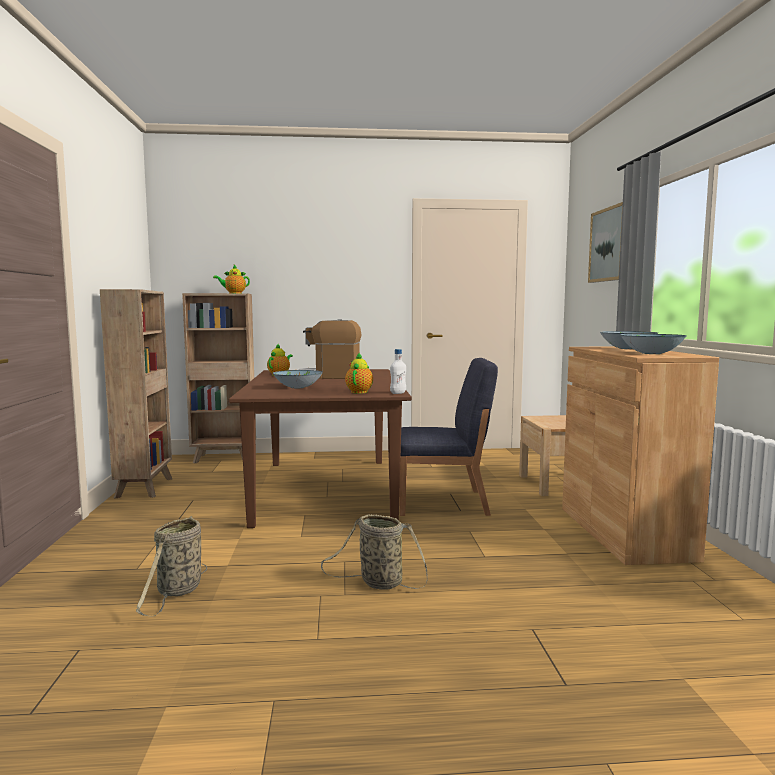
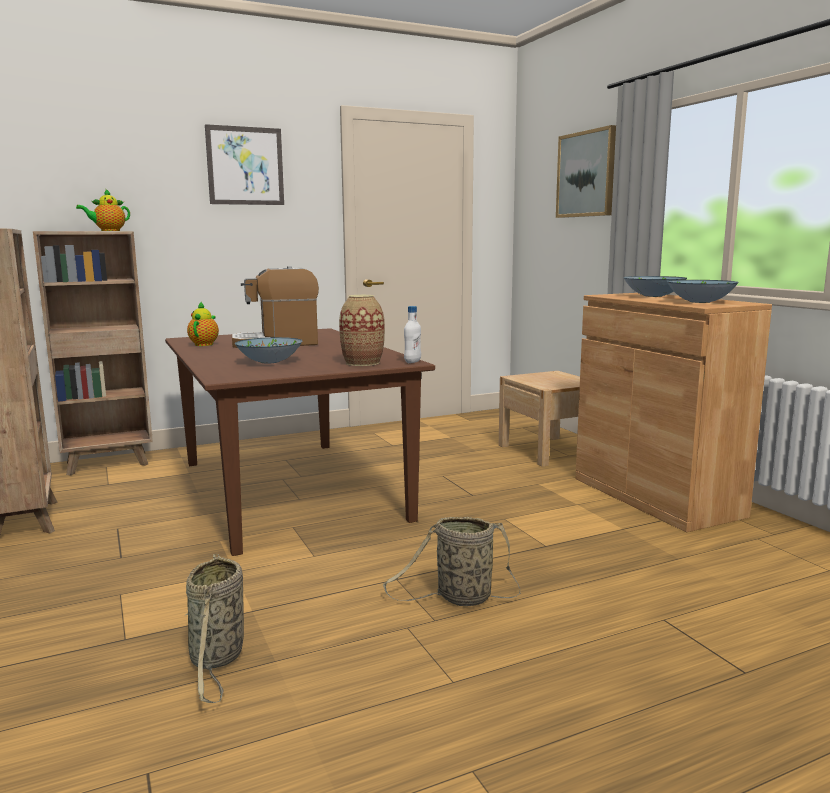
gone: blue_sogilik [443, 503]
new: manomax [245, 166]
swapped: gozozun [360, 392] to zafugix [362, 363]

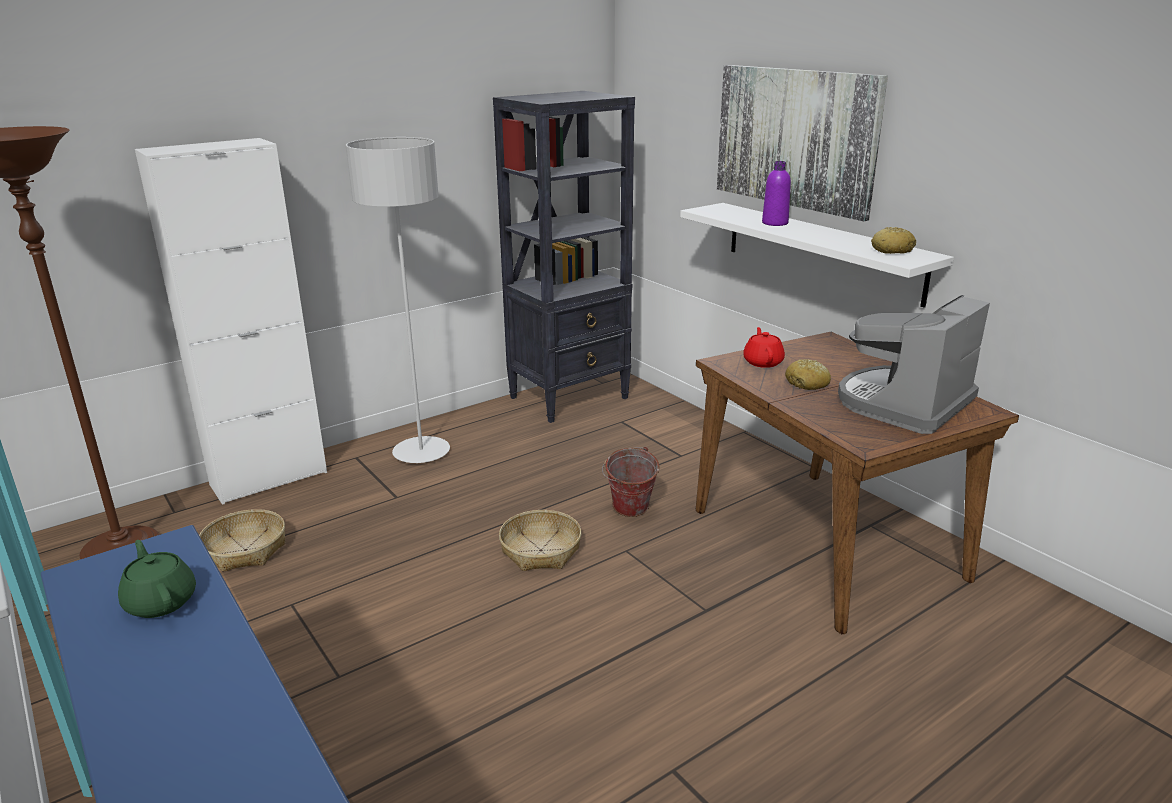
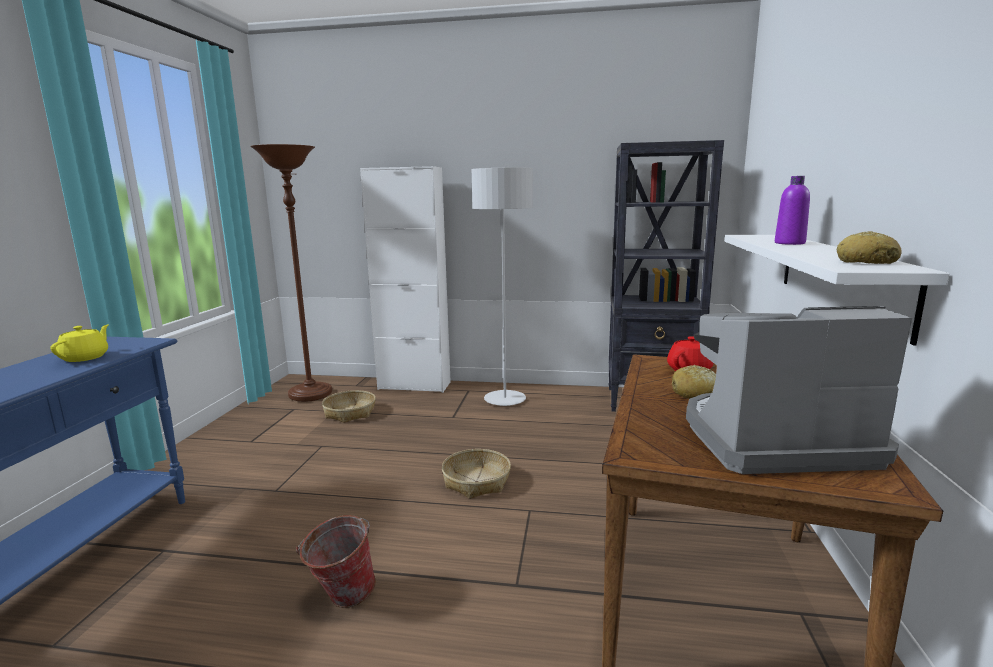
gone: manomax [795, 138]
shifted: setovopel [629, 512] to [341, 597]
repainted: green_gozozun [161, 601] to yellow_gozozun [85, 357]

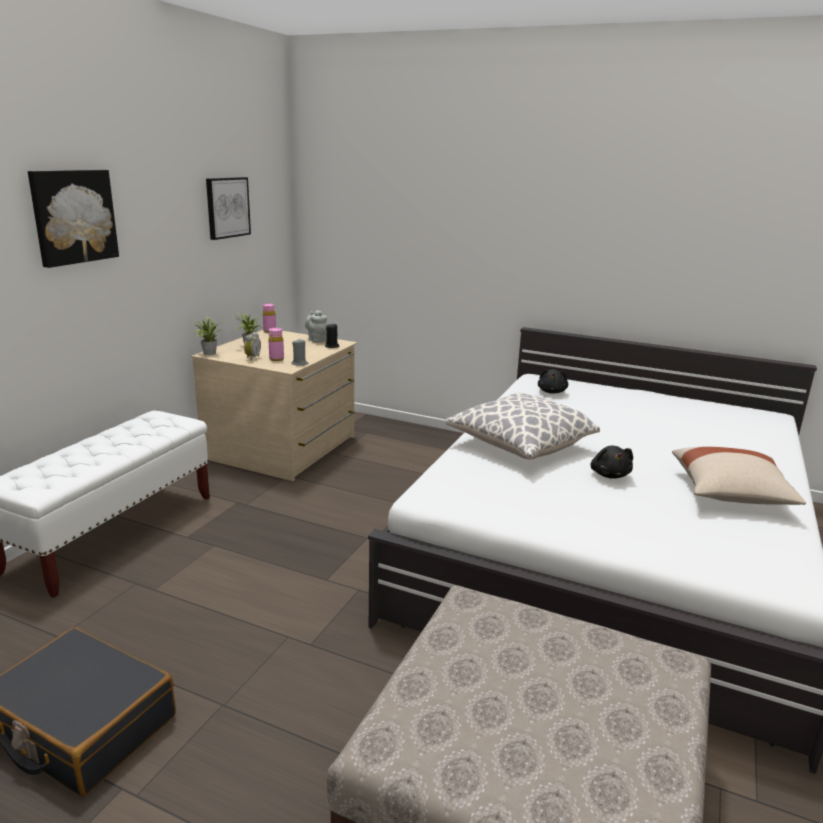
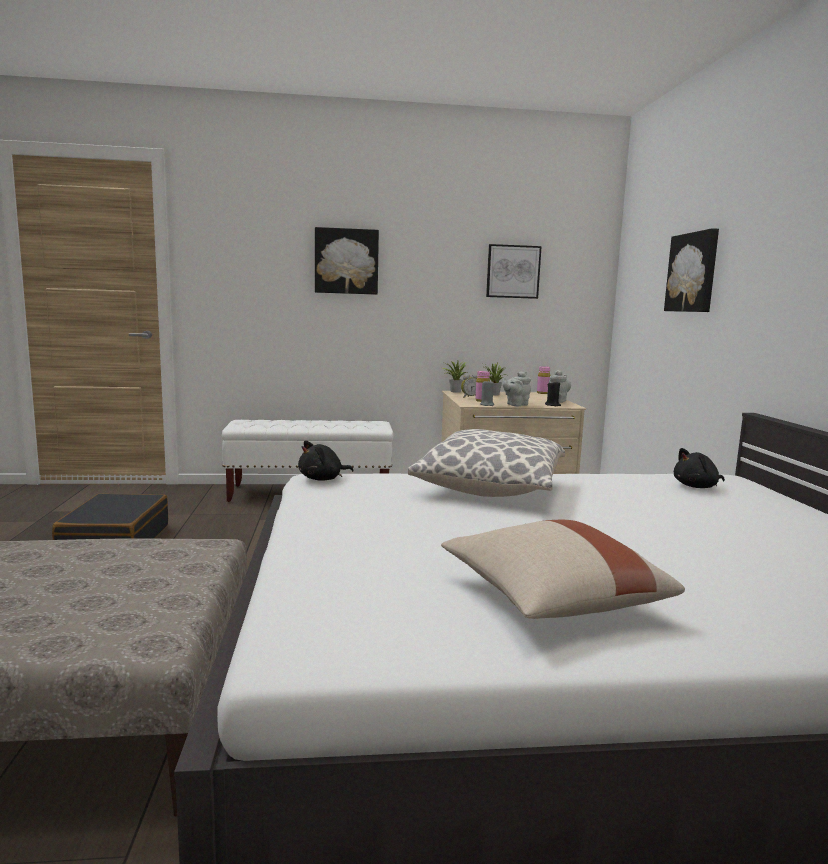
new: grey_gozozun [516, 405]; manomax [693, 272]
shifted: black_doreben [609, 474] to [323, 479]

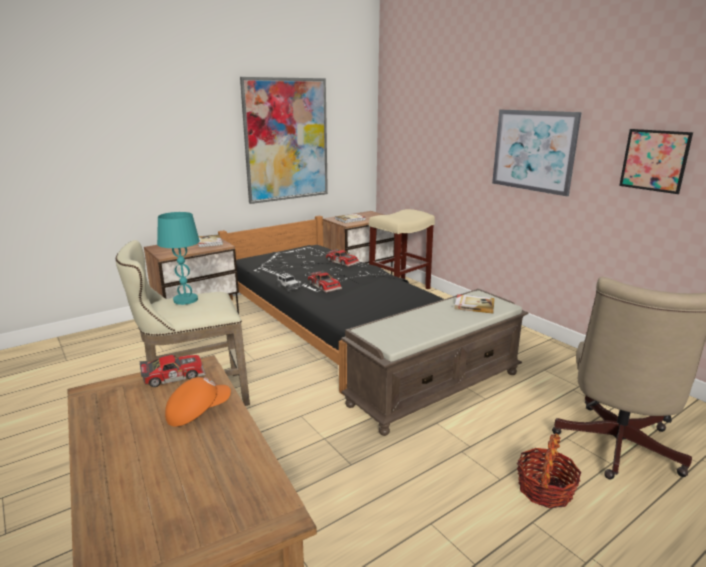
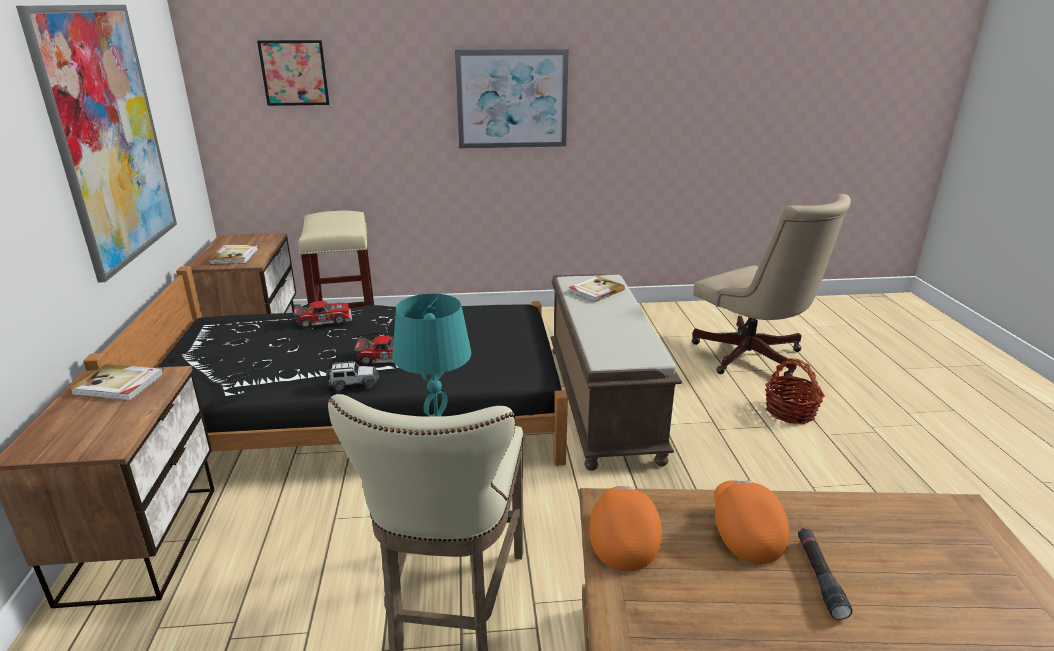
new: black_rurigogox [819, 577]
shifted: manomax [654, 160] to [294, 73]
swapped: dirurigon [173, 375] to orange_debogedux [622, 538]

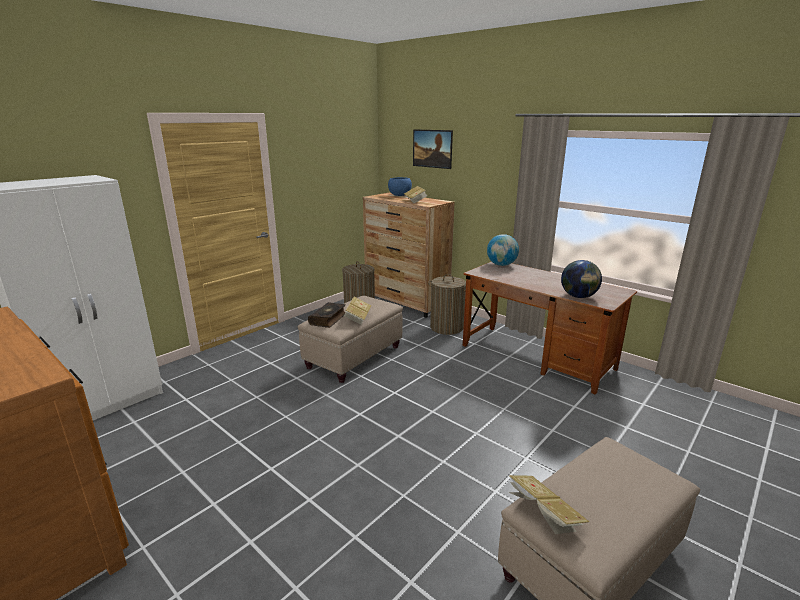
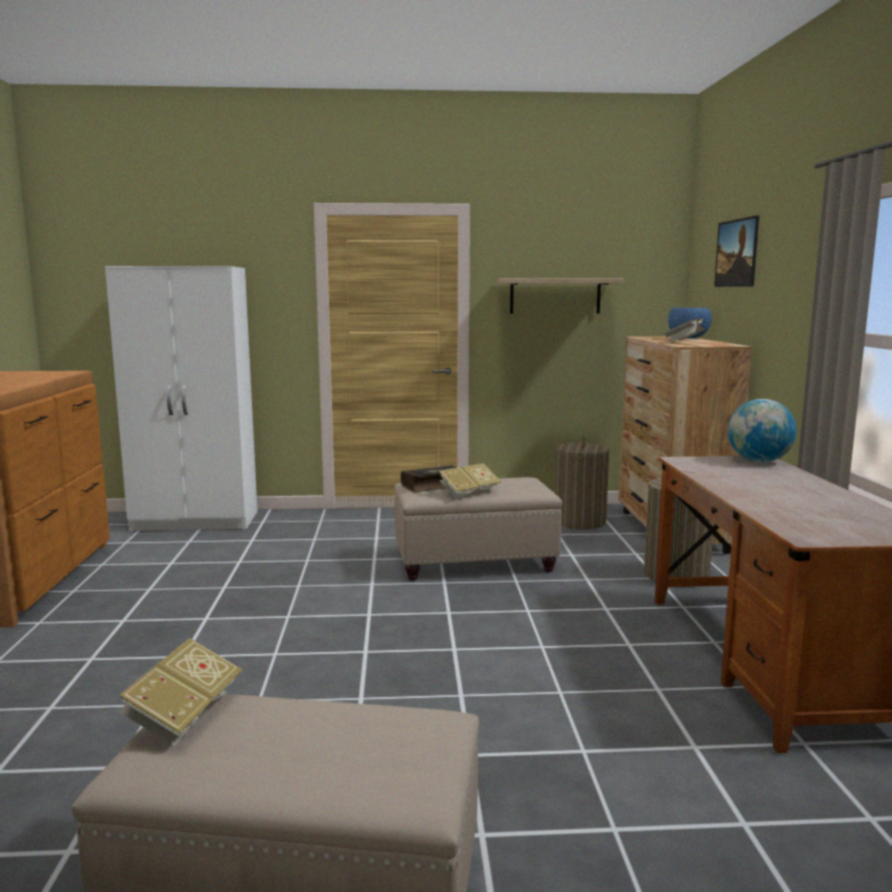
gone: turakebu [578, 296]
new: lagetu [555, 296]

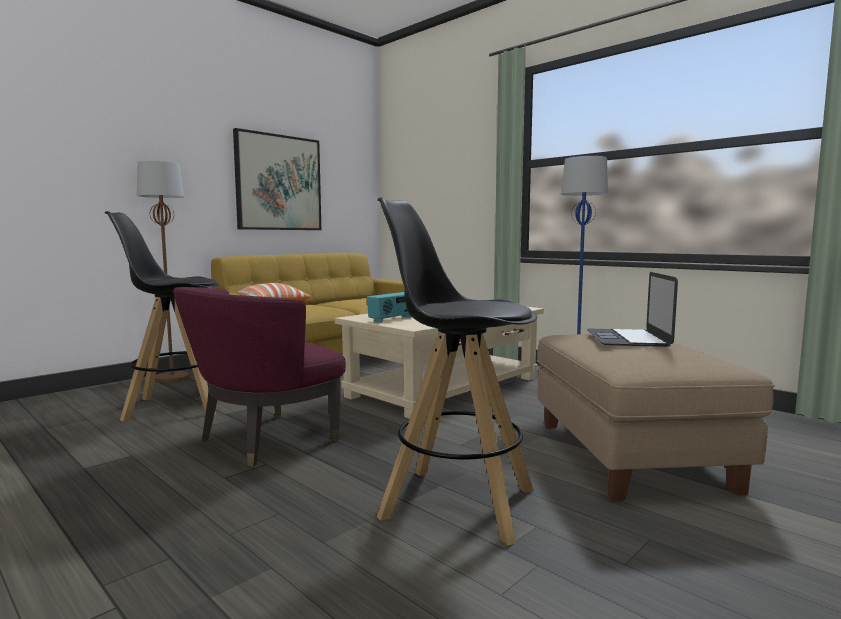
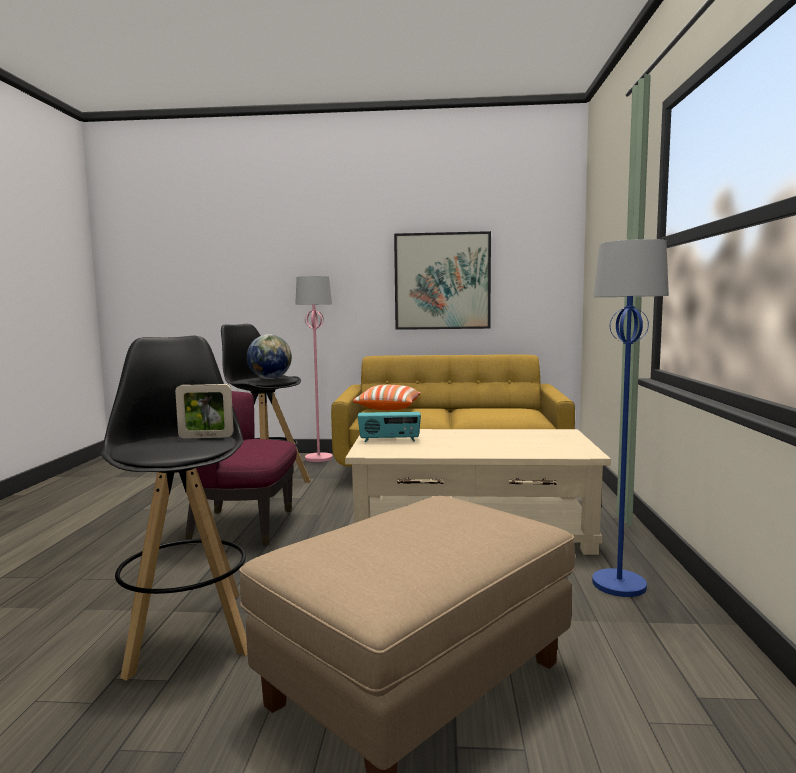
gone: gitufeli [627, 338]
new: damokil [206, 437]; turakebu [270, 378]
repainted: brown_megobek [172, 378] to pink_megobek [319, 458]

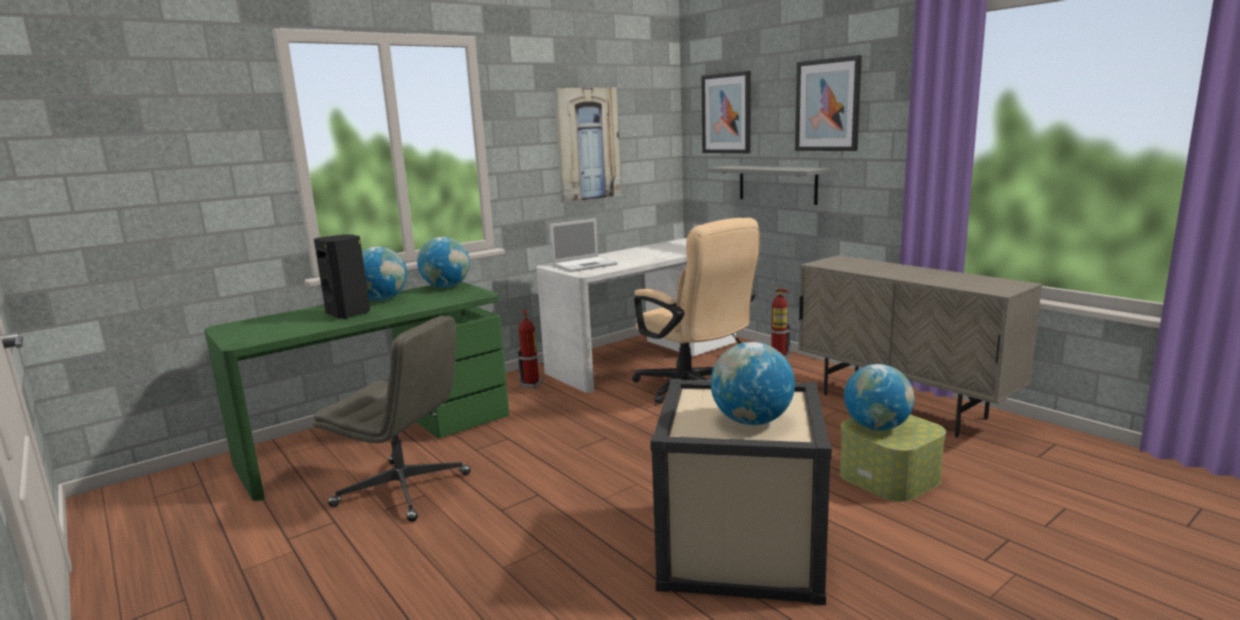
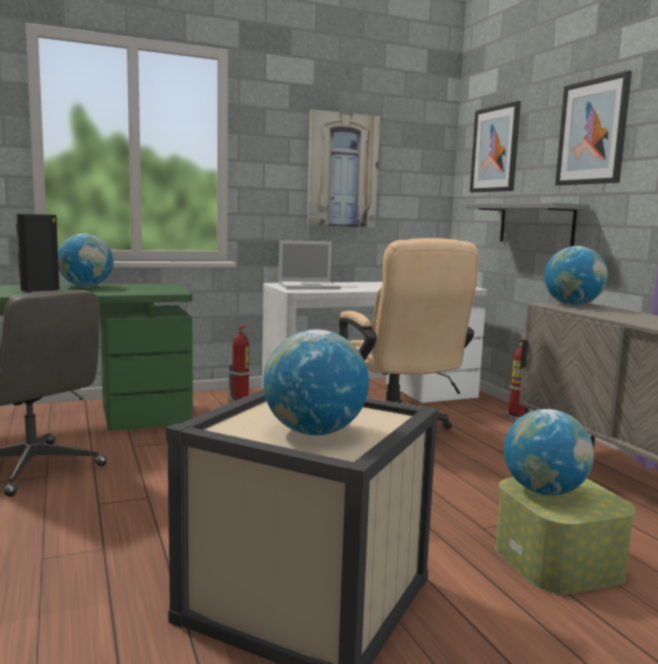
shifted: turakebu [446, 287] to [572, 305]

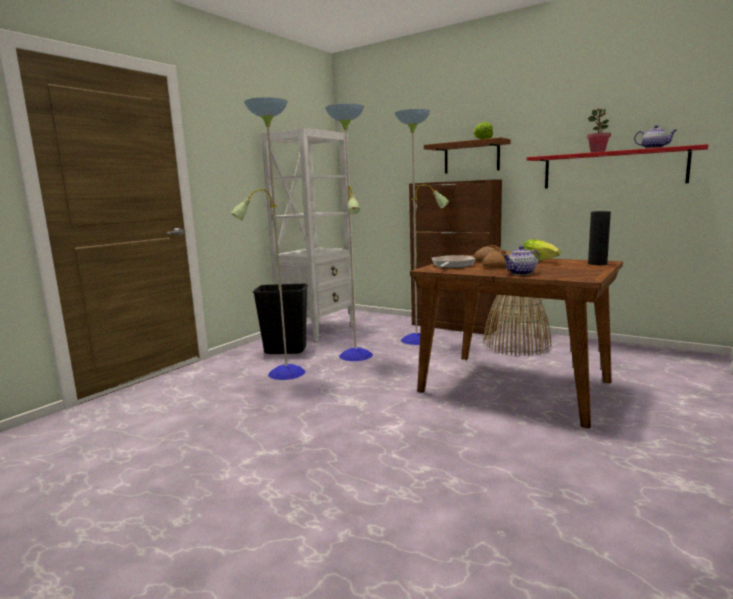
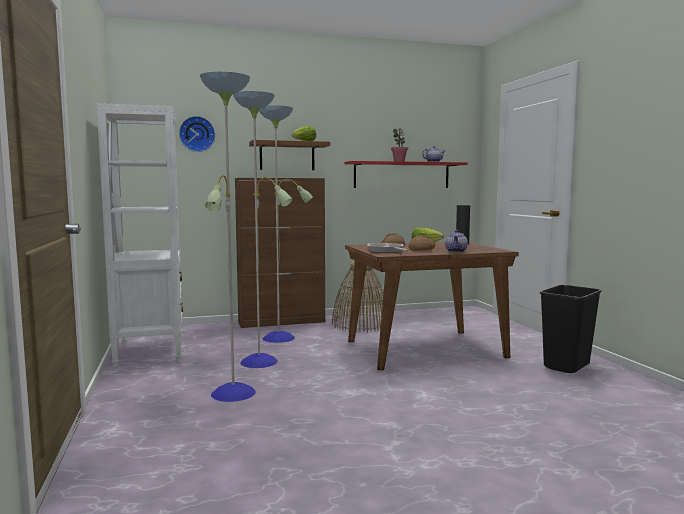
new: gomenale [197, 134]
shifted: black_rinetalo [286, 350] to [566, 366]

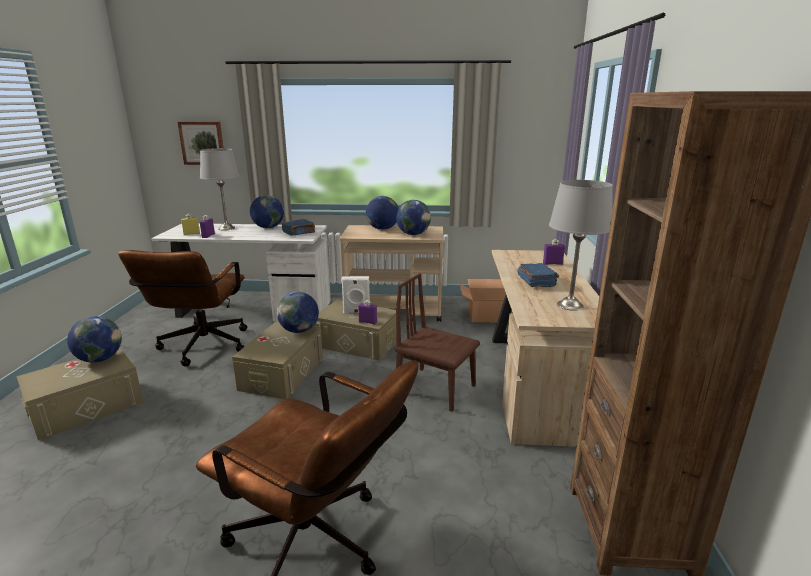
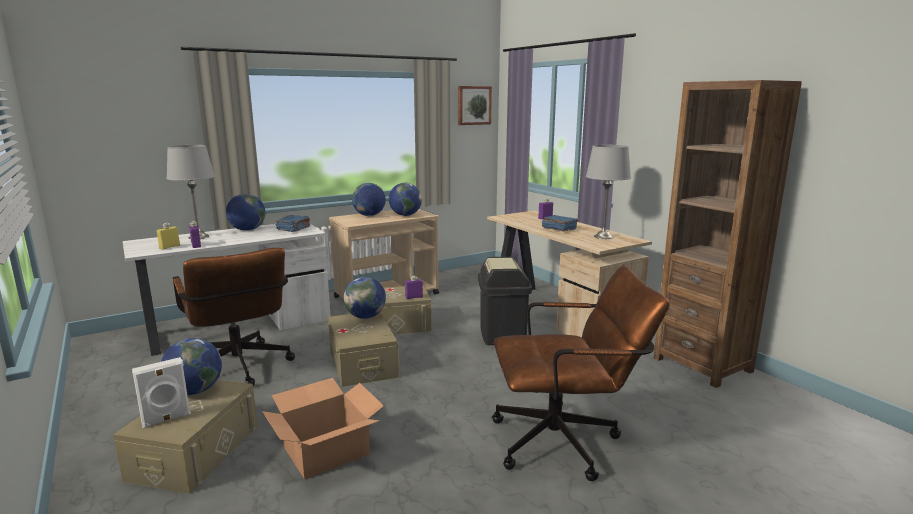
shifted: manomax [202, 143] to [474, 105]; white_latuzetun [356, 312] to [166, 419]; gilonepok [488, 315] to [326, 450]
swapped: brown_sogilik [435, 388] to black_rinetalo [502, 335]

